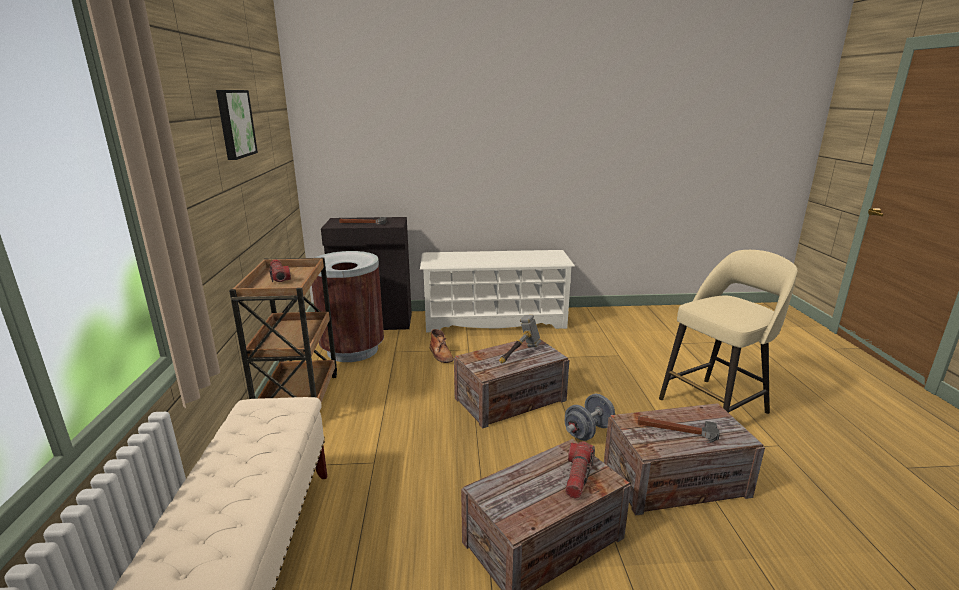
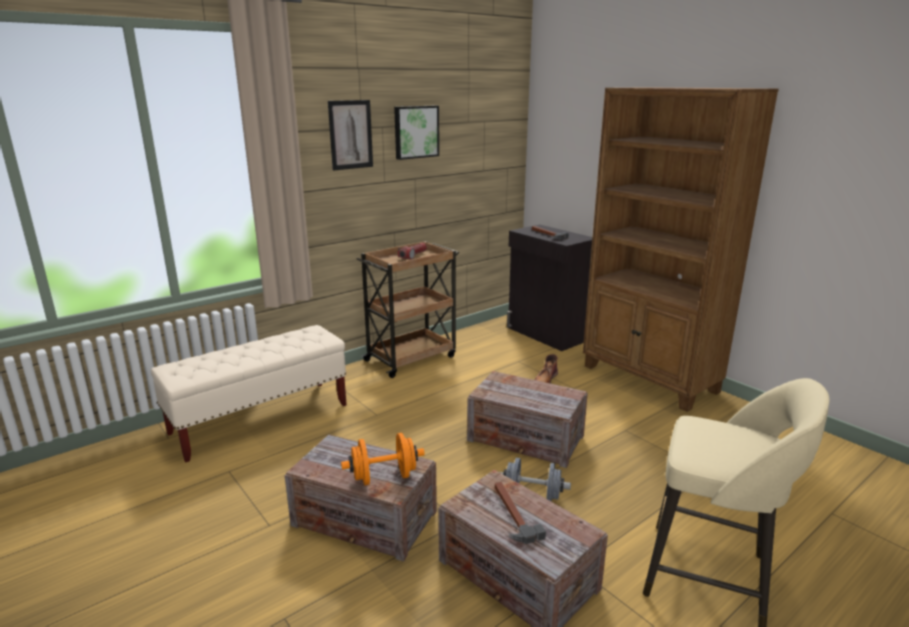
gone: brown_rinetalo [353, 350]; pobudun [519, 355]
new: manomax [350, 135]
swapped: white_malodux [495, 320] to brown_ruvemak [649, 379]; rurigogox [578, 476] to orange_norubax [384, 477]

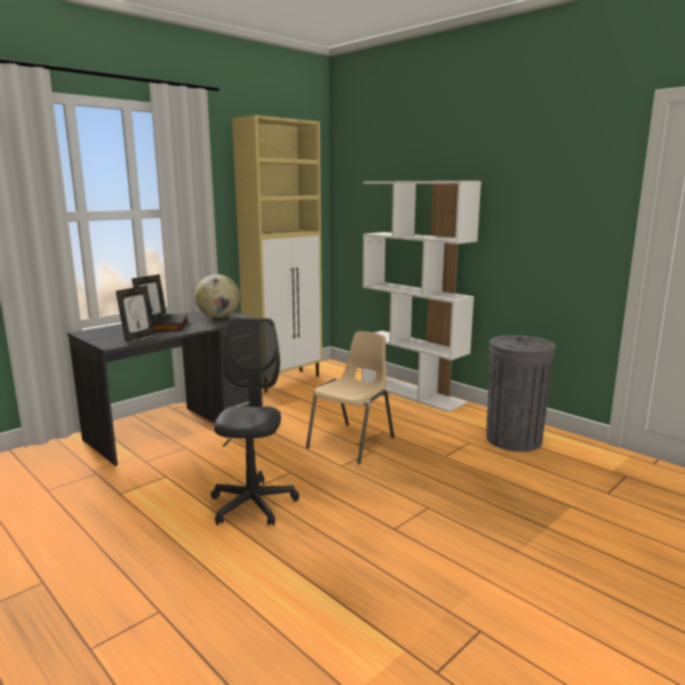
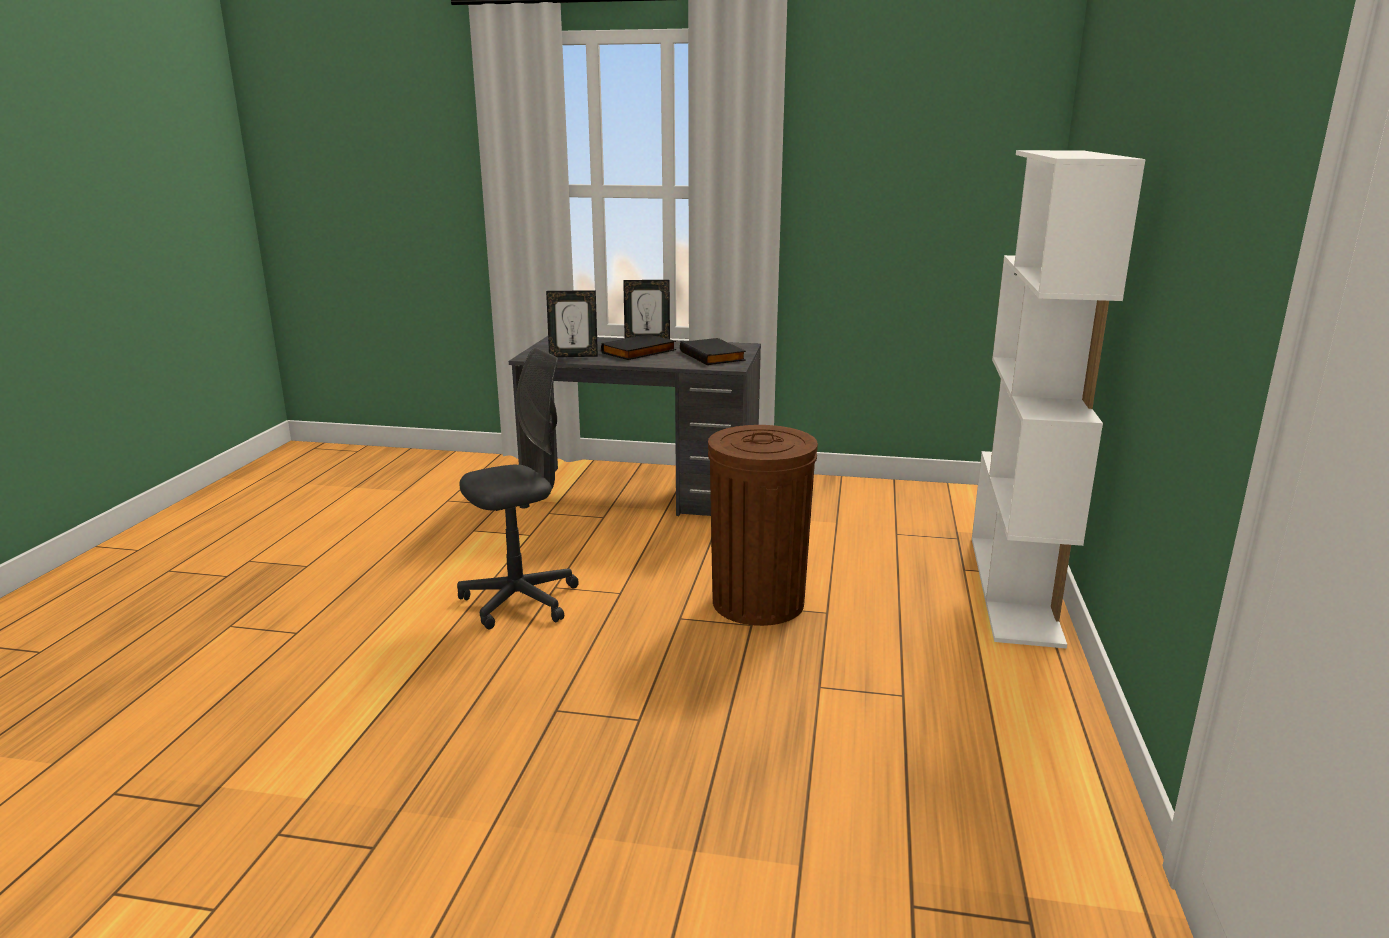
gone: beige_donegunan [285, 380]; grey_rinetalo [513, 439]
swapped: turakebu [218, 317] to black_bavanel [714, 356]; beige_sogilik [353, 442] to brown_rinetalo [758, 602]

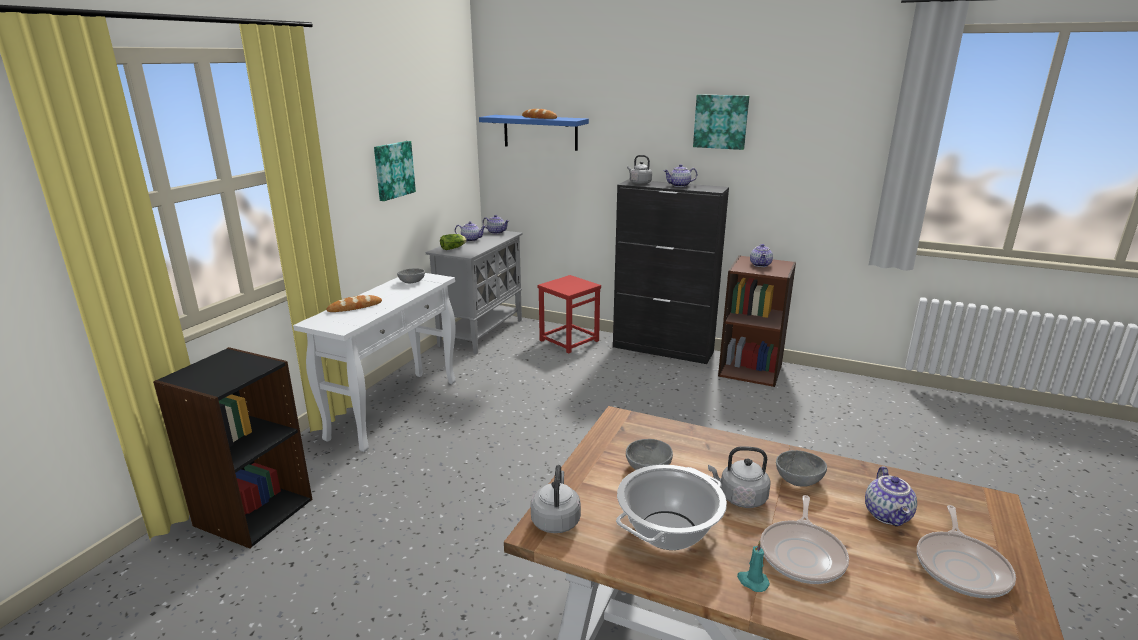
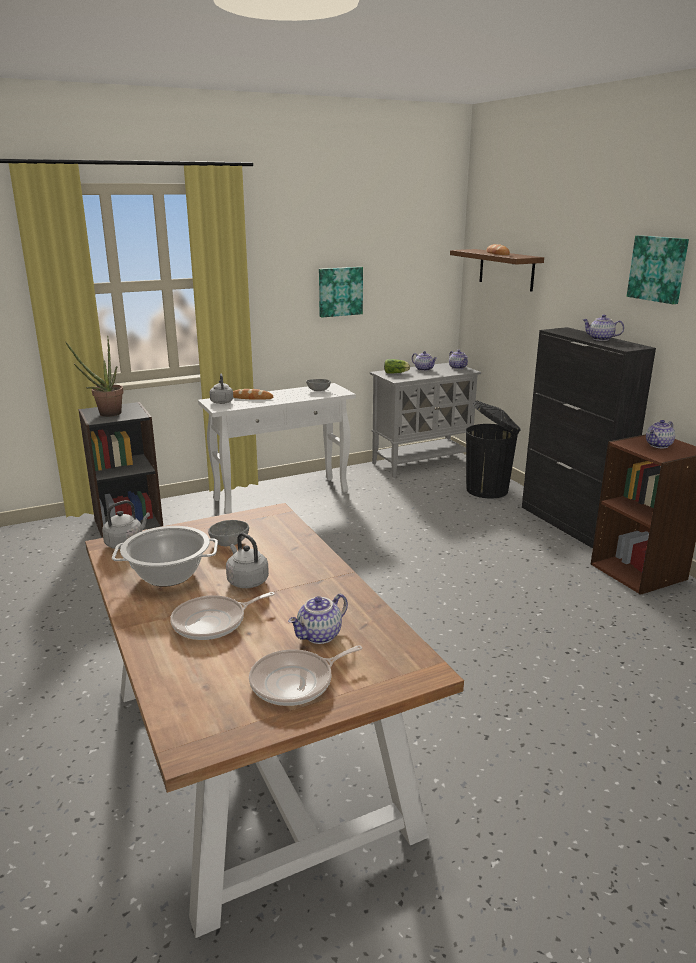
gone: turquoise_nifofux [752, 581]; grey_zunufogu [797, 479]
new: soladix [106, 414]
shifted: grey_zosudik [639, 183] to [222, 402]
swapped: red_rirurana [569, 340] to black_rinetalo [488, 490]
repainted: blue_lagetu [540, 132] to brown_lagetu [506, 269]

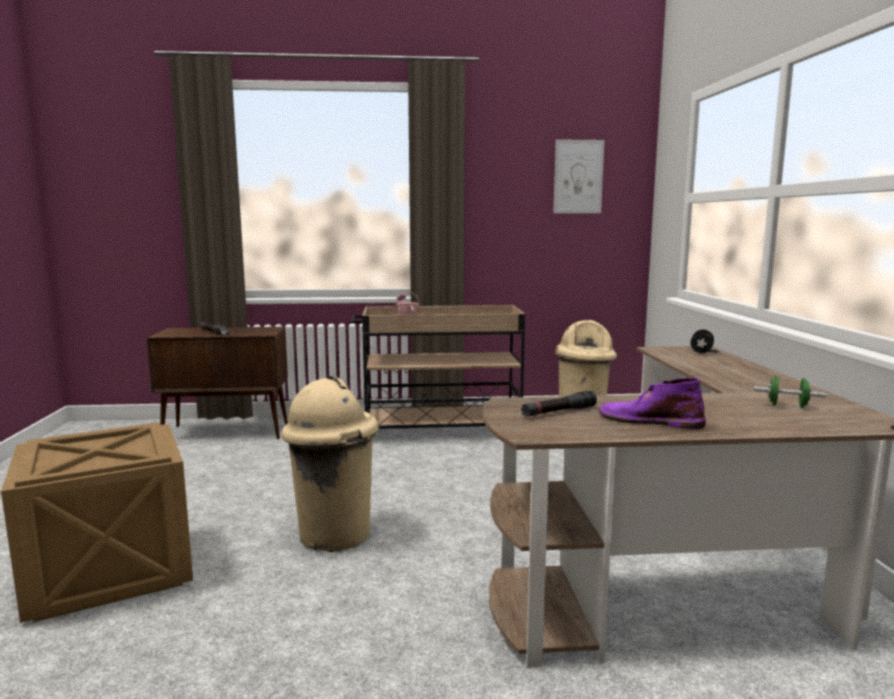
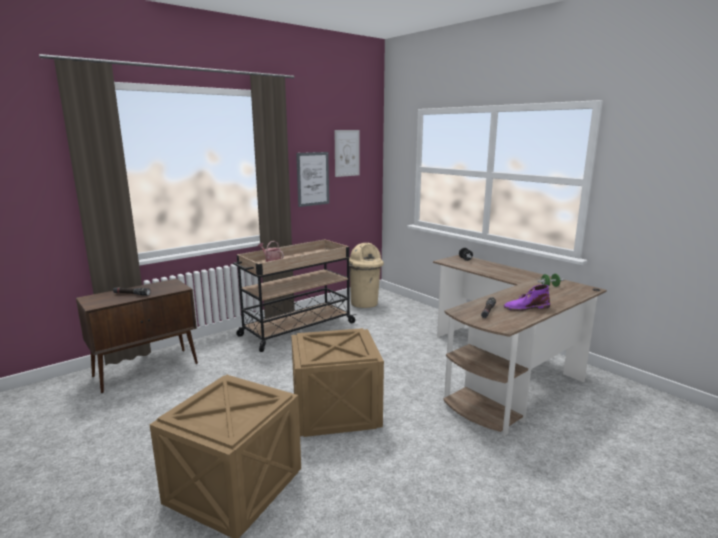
new: manomax [313, 179]
swapped: beige_rinetalo [334, 535] to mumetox [334, 412]

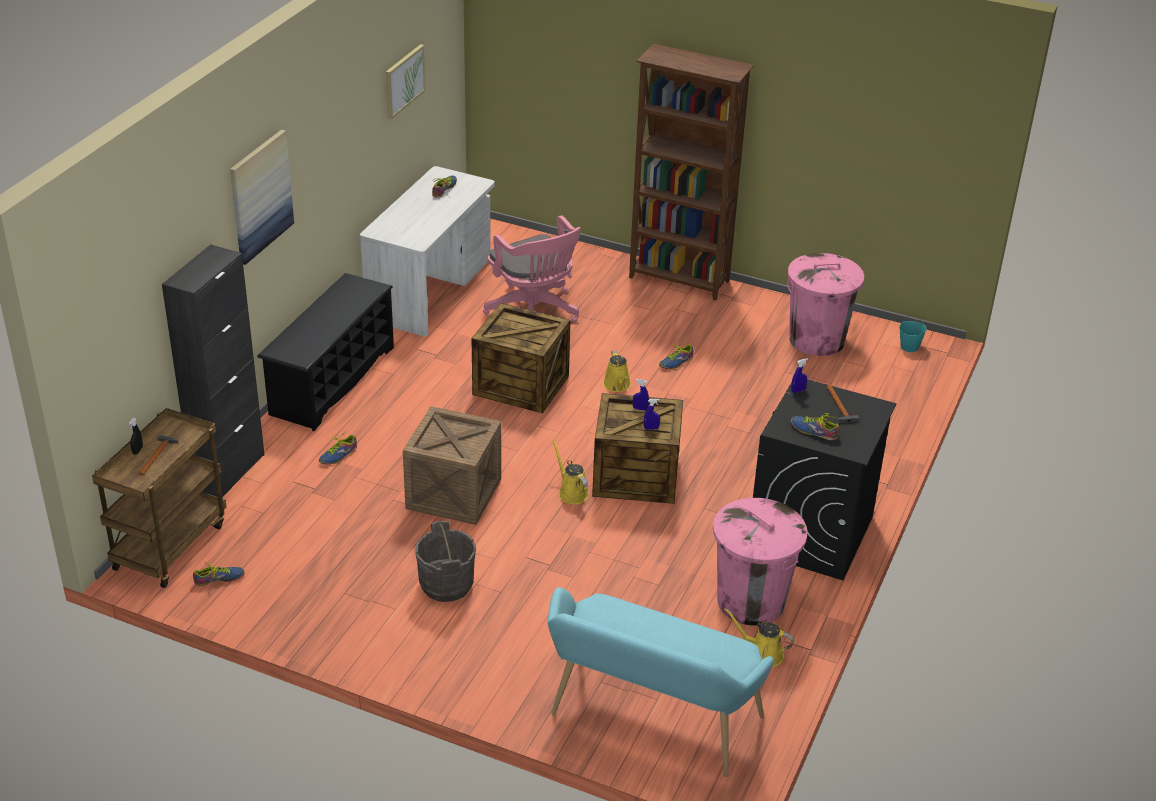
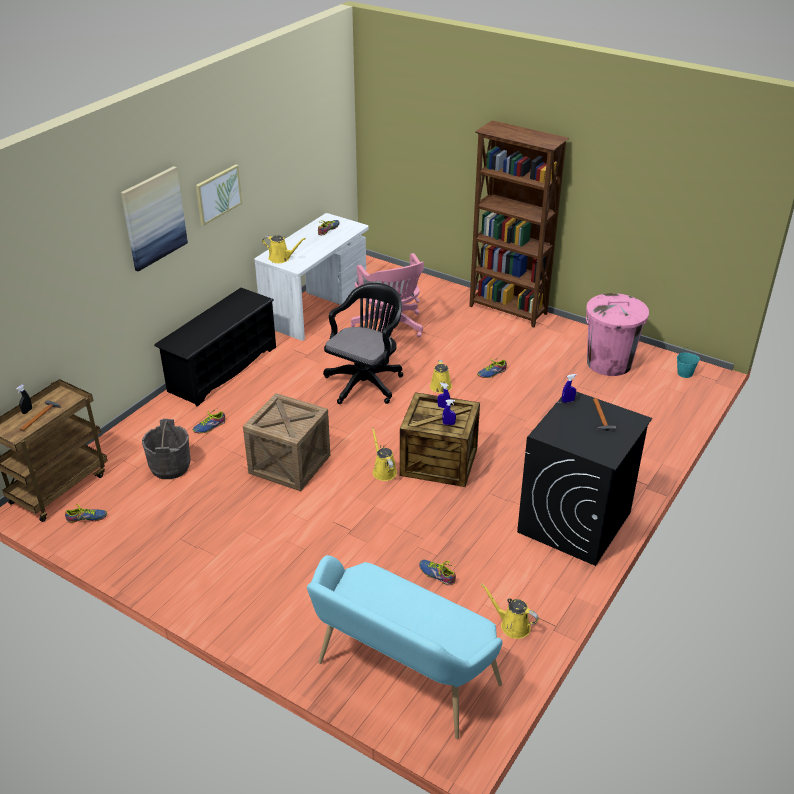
gone: black_donegunan [229, 471]; pink_rinetalo [751, 602]
new: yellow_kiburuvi [281, 258]
shifted: manomax [404, 81] to [218, 194]; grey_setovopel [446, 584] to [170, 467]; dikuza [814, 431] to [437, 574]
swapped: mumetox [521, 384] to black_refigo [366, 382]

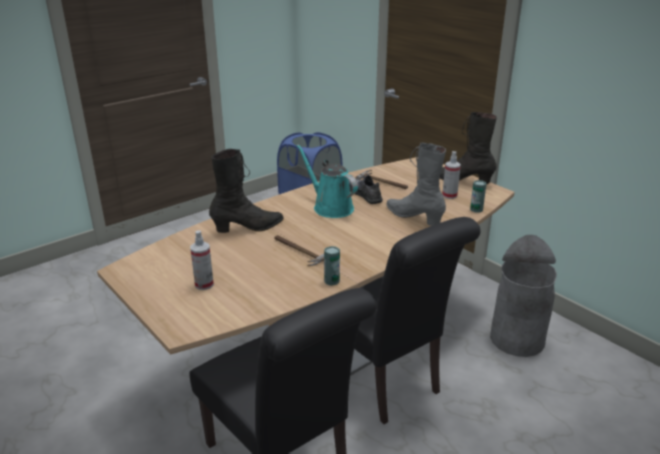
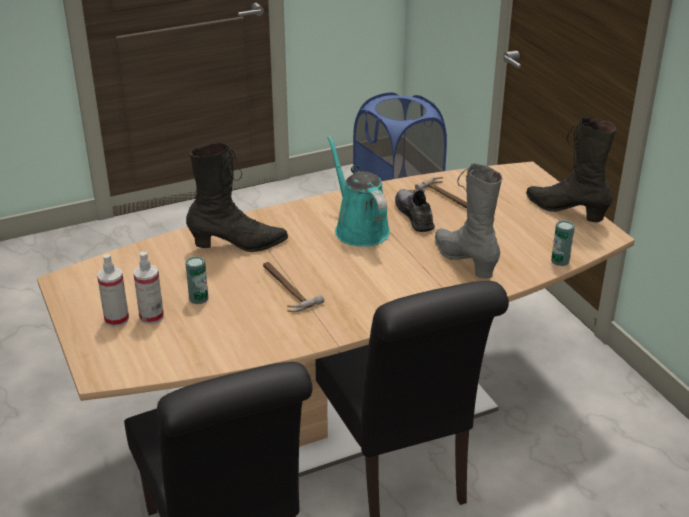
gone: grey_rinetalo [517, 339]
shifted: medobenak [332, 281] to [198, 298]; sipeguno [449, 195] to [116, 319]

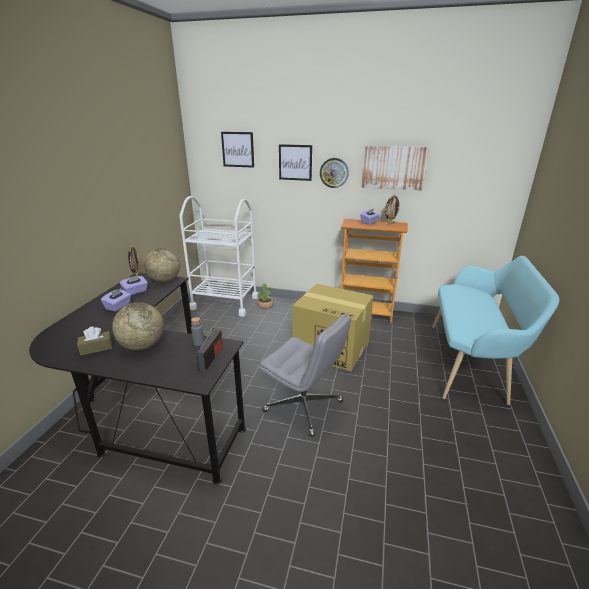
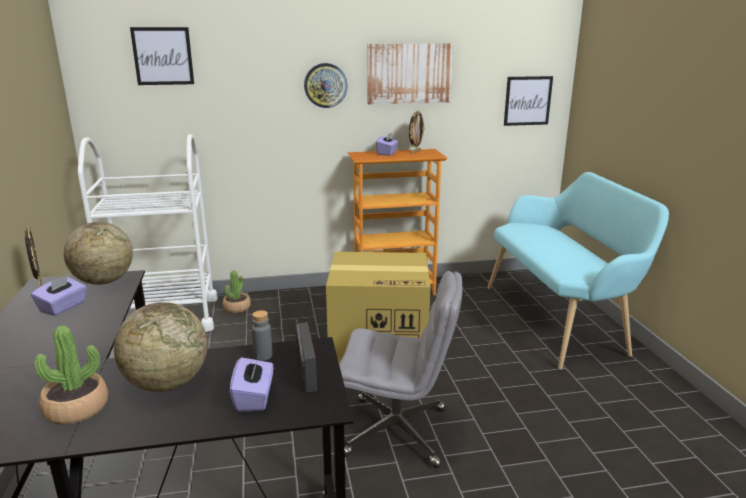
shifted: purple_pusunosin [118, 306] to [254, 398]; manomax [295, 162] to [527, 101]
swapped: brown_pusunosin [96, 348] to soladix [76, 408]

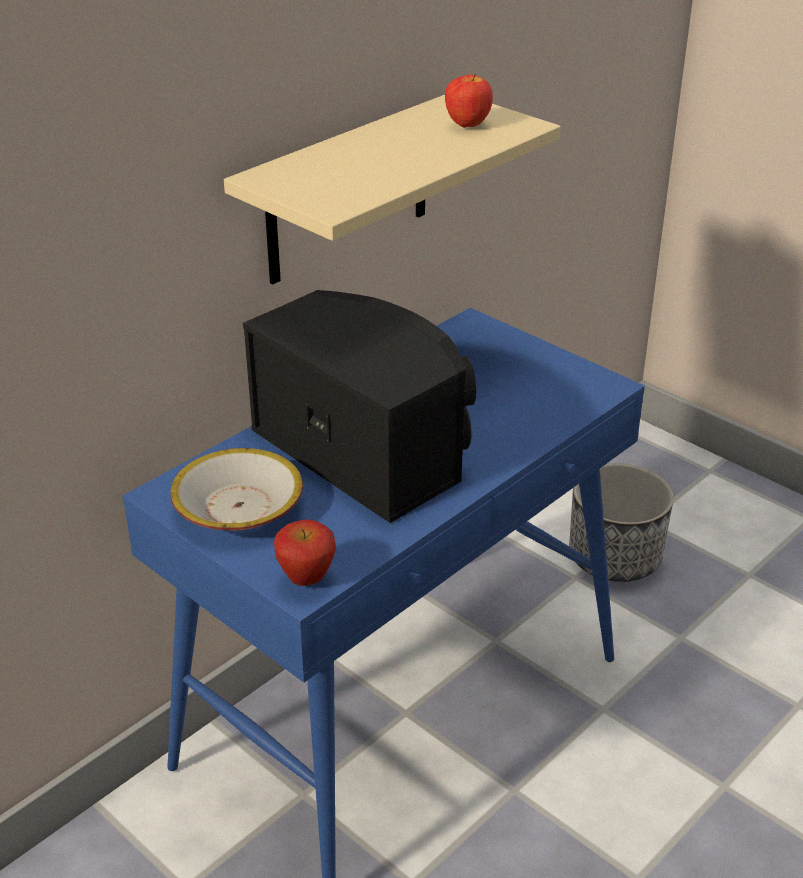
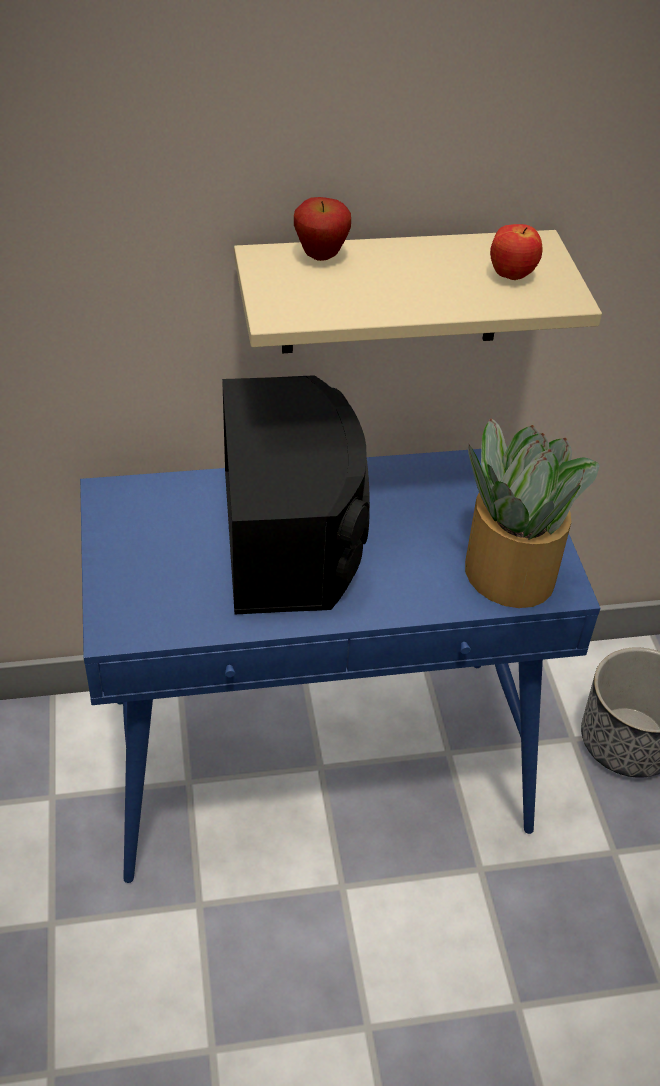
gone: zunufogu [239, 507]
new: soladix [508, 571]
shifted: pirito [306, 580] to [321, 257]

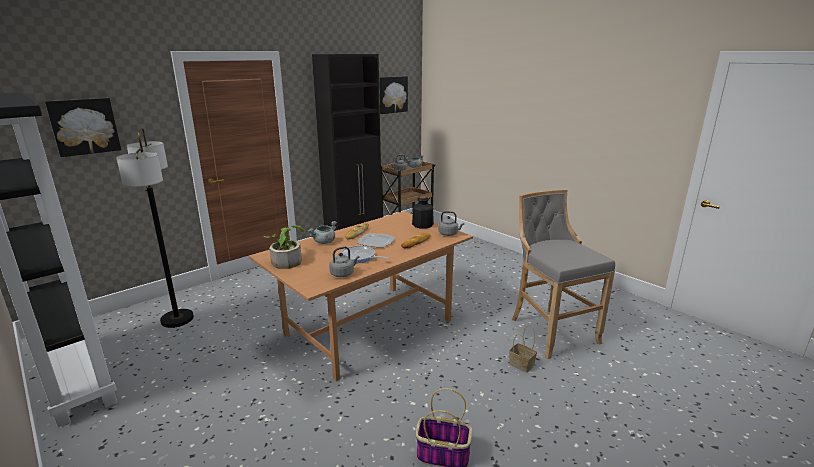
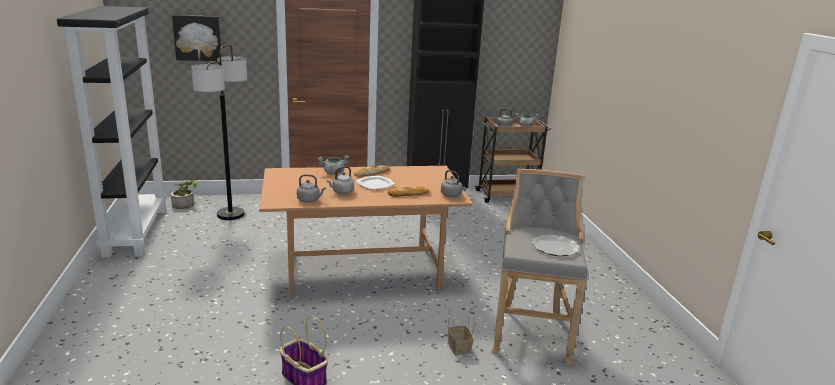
gone: manomax [392, 94]; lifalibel [422, 225]
new: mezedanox [555, 247]
shifted: soladix [287, 260] to [185, 203]
swapped: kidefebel [359, 257] to grey_zosudik [342, 192]

